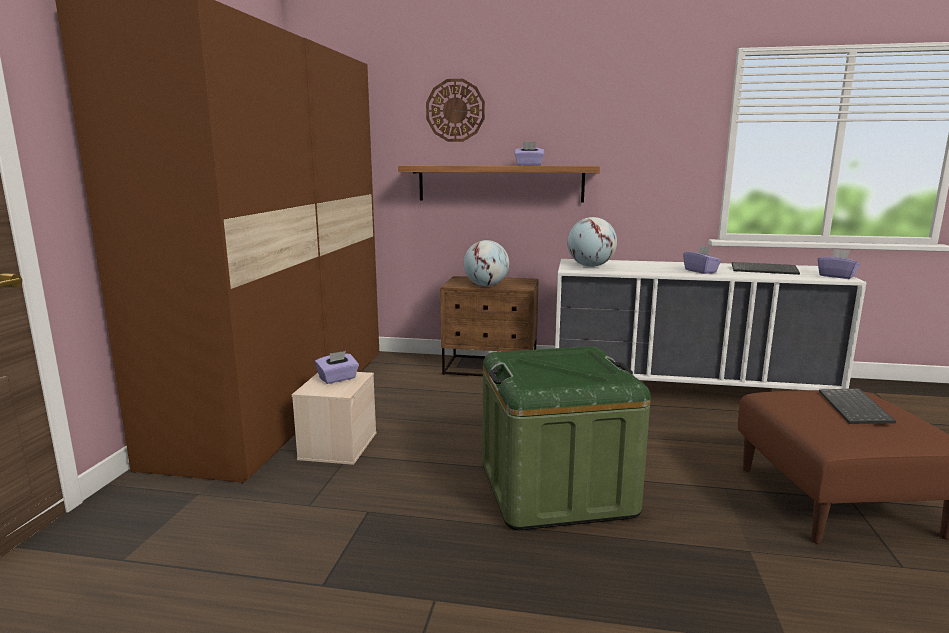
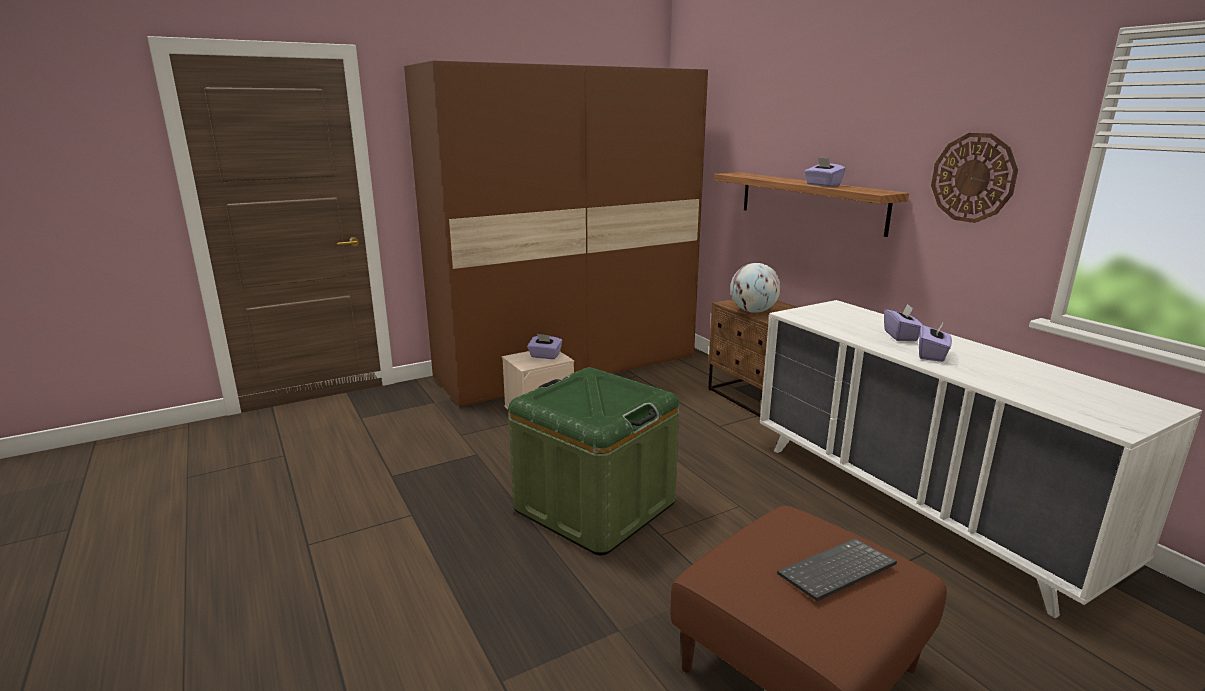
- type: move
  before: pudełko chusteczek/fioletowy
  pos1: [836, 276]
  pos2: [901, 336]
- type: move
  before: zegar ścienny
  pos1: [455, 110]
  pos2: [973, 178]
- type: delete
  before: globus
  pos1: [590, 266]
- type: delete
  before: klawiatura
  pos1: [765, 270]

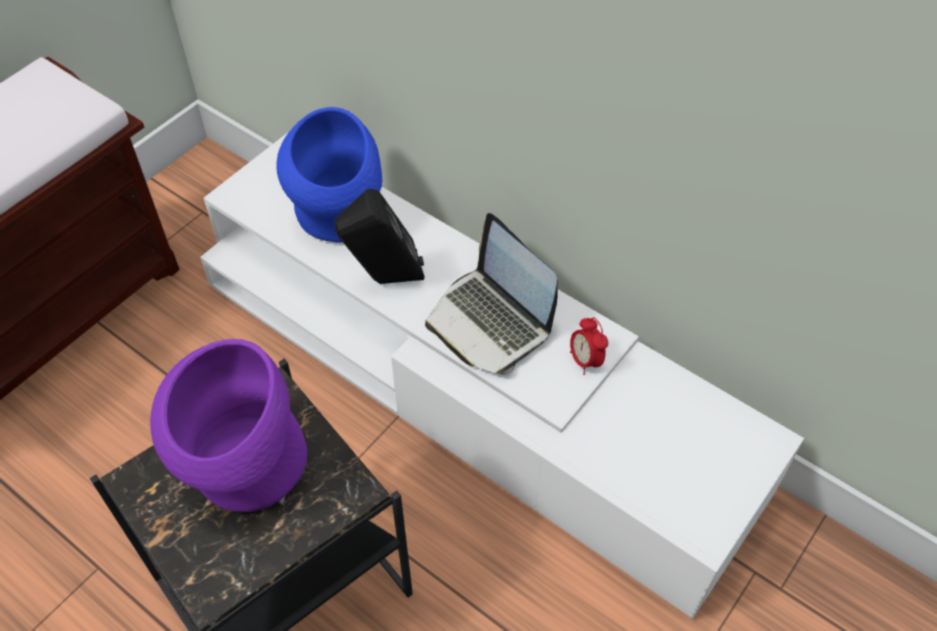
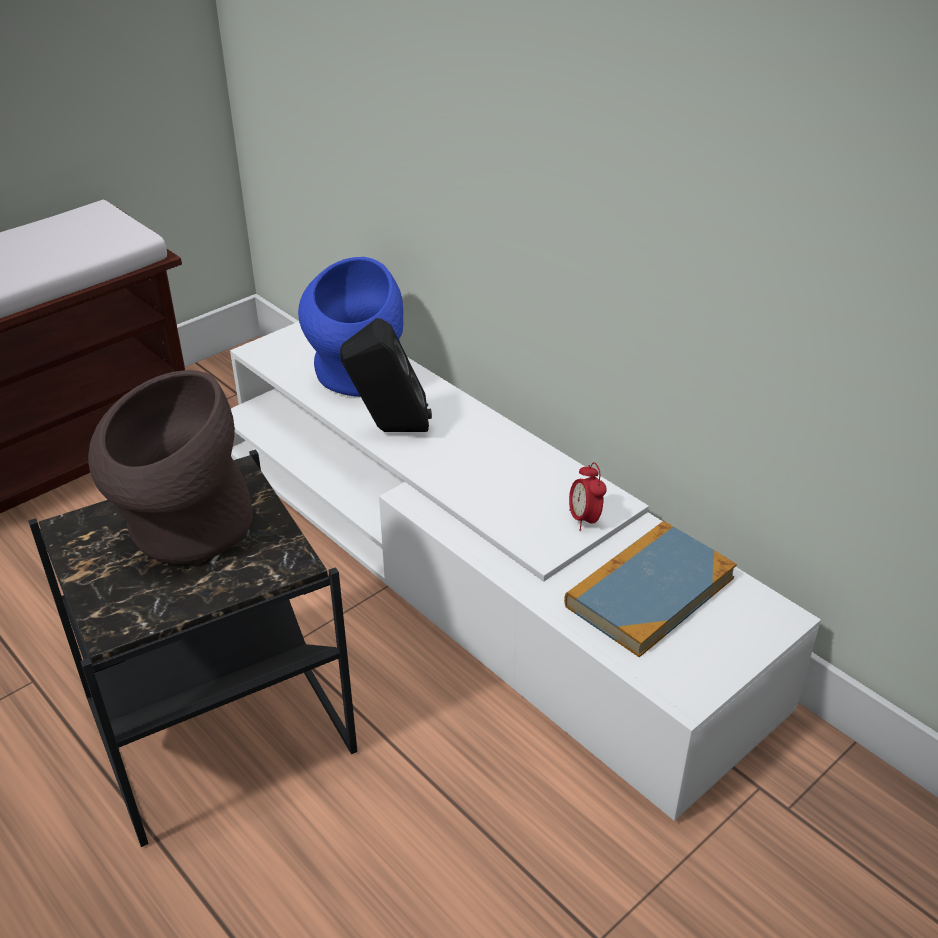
- type: recolor
  before: wazon/fioletowy
  after: wazon/brązowy
  pos1: [242, 470]
  pos2: [181, 531]
- type: insert
  after: książka
  pos2: [649, 591]
- type: delete
  before: laptop
  pos1: [490, 322]

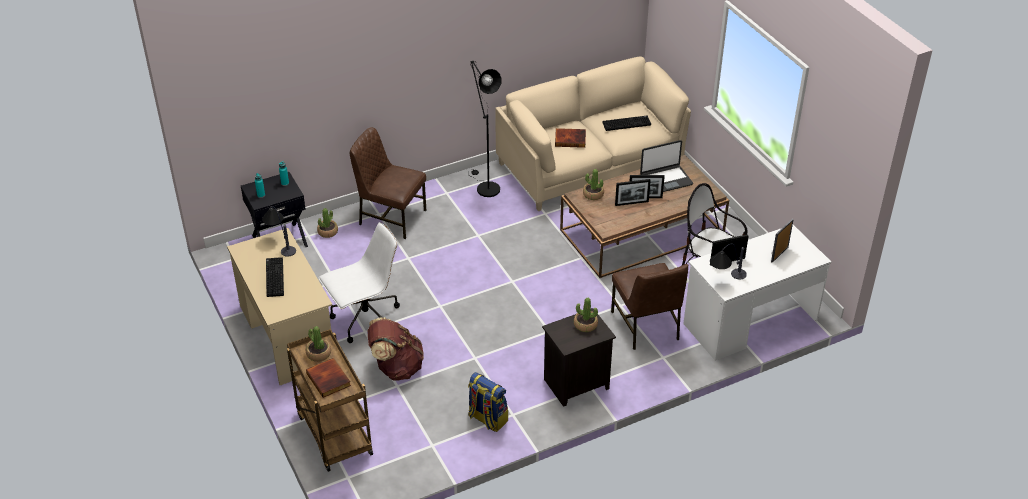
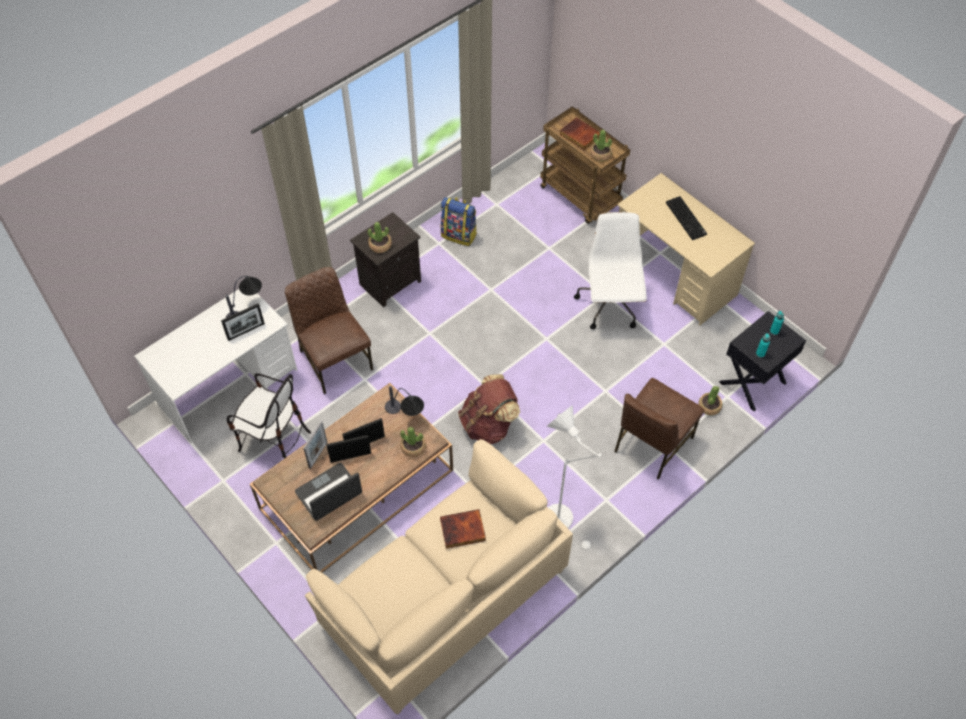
- type: move
  before: ramka na zdjęcie
  pos1: [779, 254]
  pos2: [318, 455]
- type: move
  before: lampa stołowa
  pos1: [280, 243]
  pos2: [406, 415]
- type: move
  before: plecak/brązowy
  pos1: [396, 368]
  pos2: [488, 424]
- type: recolor
  before: lampa stojąca/czarny
  after: lampa stojąca/biały
  pos1: [485, 187]
  pos2: [563, 521]
- type: rotate
  before: krzesło biurowe/biały
  pos1: [365, 320]
  pos2: [610, 306]
  turn: 135
- type: rotate
  before: krzesło/brązowy
  pos1: [391, 217]
  pos2: [651, 444]
  turn: 120
- type: delete
  before: klawiatura
  pos1: [627, 123]

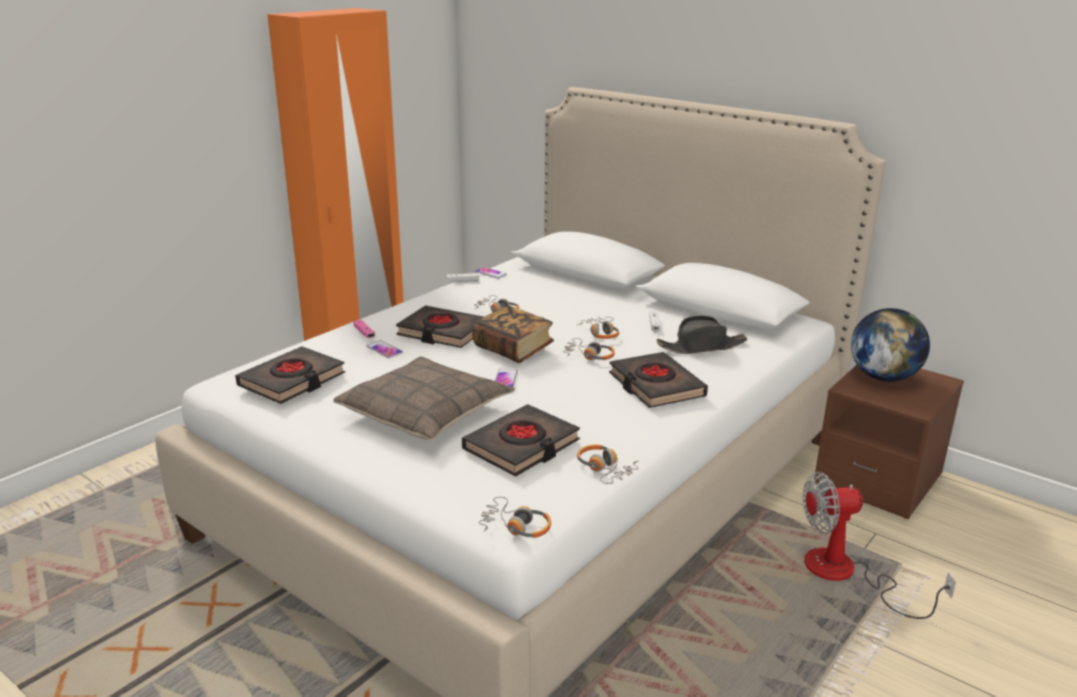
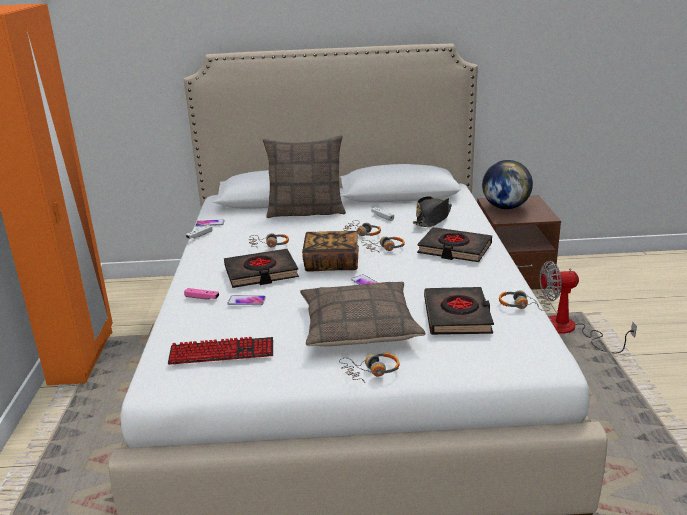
- type: replace
  before: książka/czarny
  after: klawiatura
  pos1: [292, 381]
  pos2: [221, 352]
- type: insert
  after: poduszka
  pos2: [306, 211]
- type: move
  before: słuchawki
  pos1: [515, 526]
  pos2: [371, 371]
- type: rotate
  before: wentylator
  pos1: [846, 575]
  pos2: [569, 330]
  turn: 45

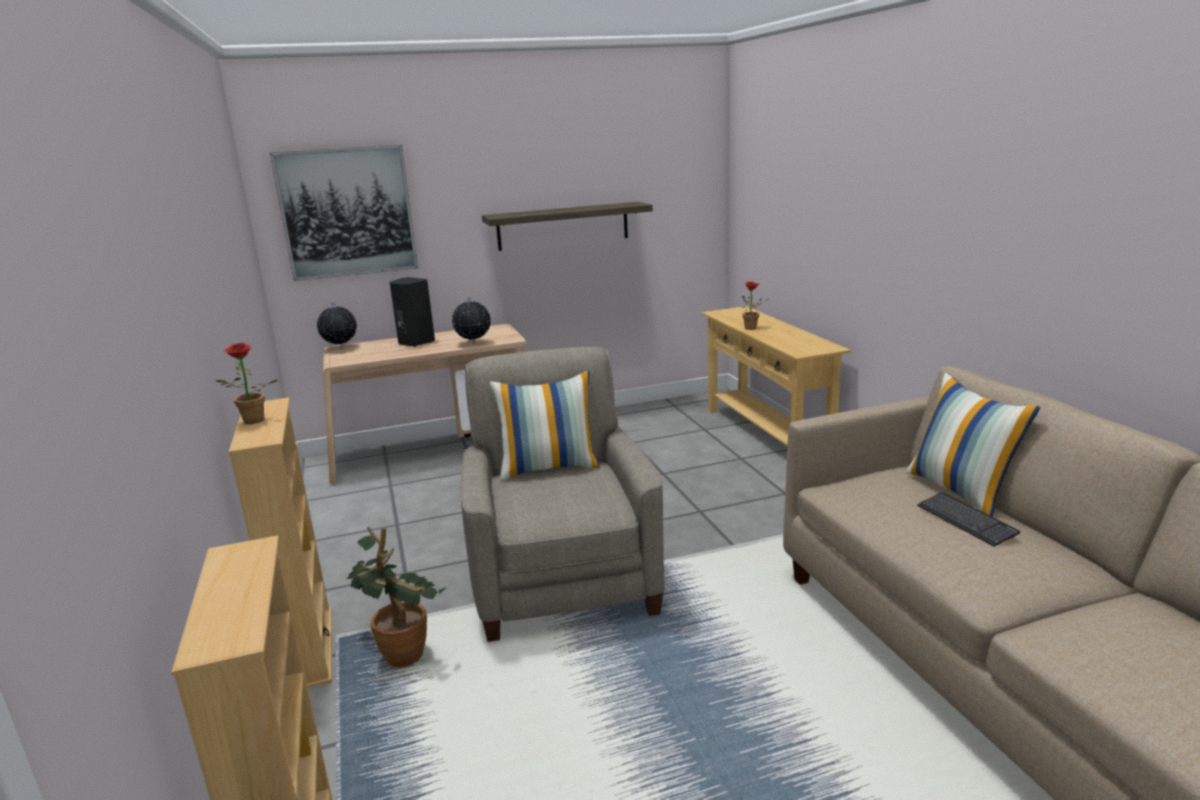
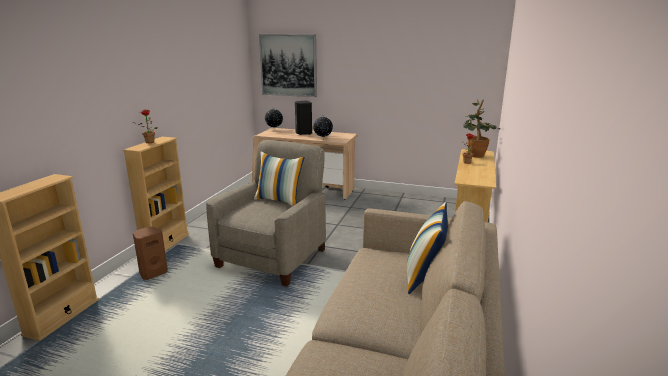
- type: insert
  after: głośnik/brązowy
  pos2: [153, 273]
- type: move
  before: roślina doniczkowa
  pos1: [401, 650]
  pos2: [475, 154]
- type: delete
  before: półka
  pos1: [563, 226]
- type: delete
  before: klawiatura
  pos1: [966, 521]

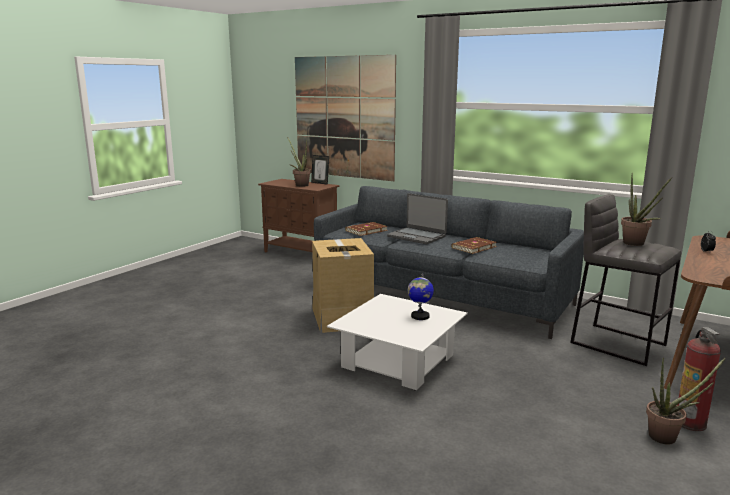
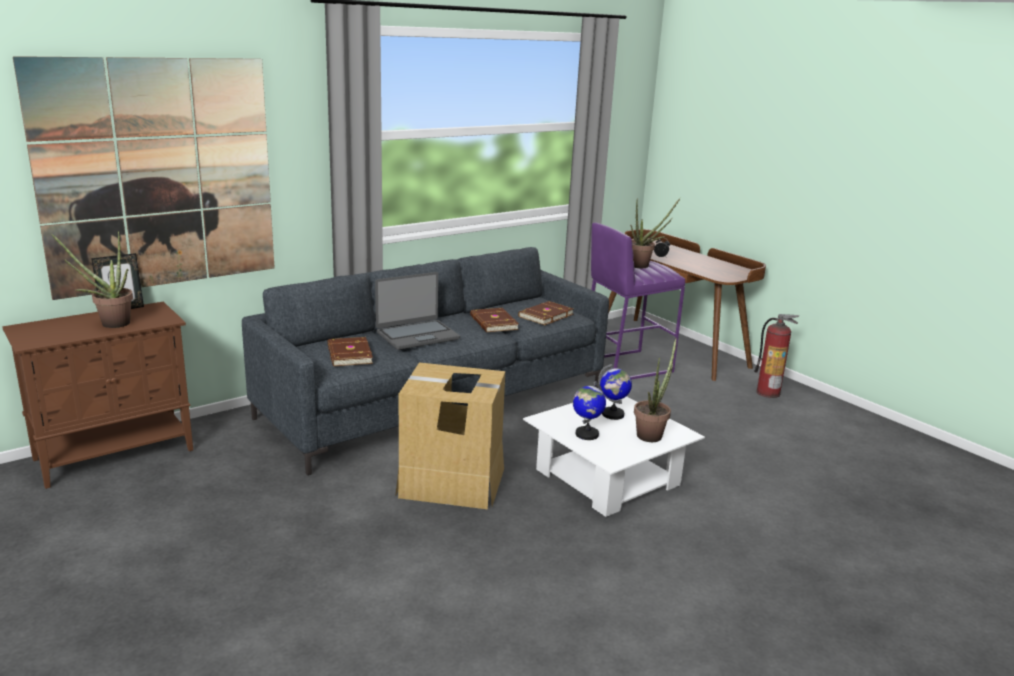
- type: insert
  after: książka/brązowy
  pos2: [545, 315]
- type: insert
  after: globus
  pos2: [586, 434]
- type: recolor
  before: stołek/szary
  after: stołek/fioletowy
  pos1: [617, 343]
  pos2: [625, 365]
- type: move
  before: roślina doniczkowa
  pos1: [668, 438]
  pos2: [651, 434]

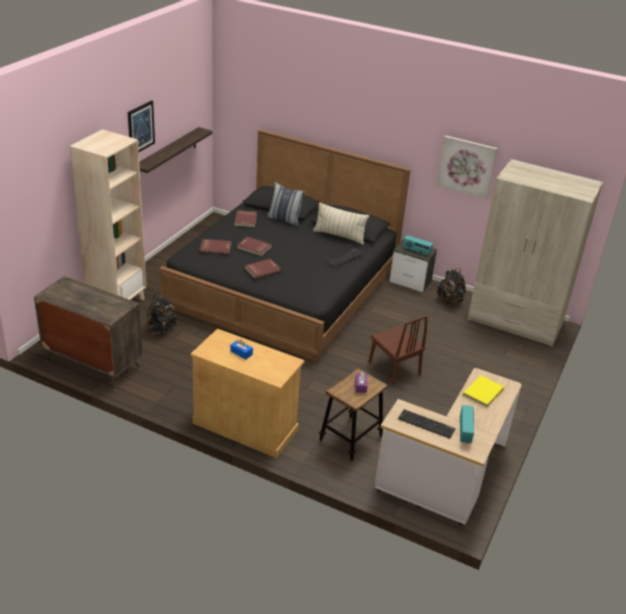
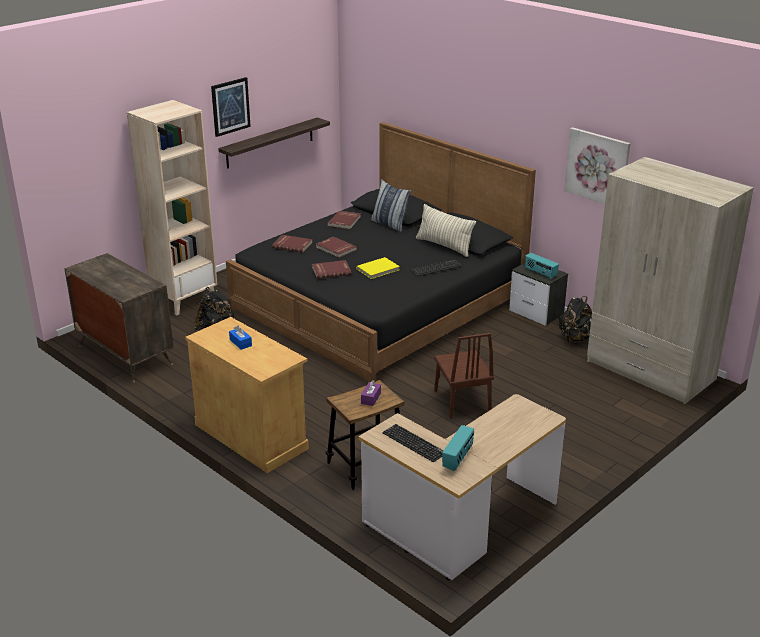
- type: move
  before: książka/żółty
  pos1: [483, 393]
  pos2: [378, 270]

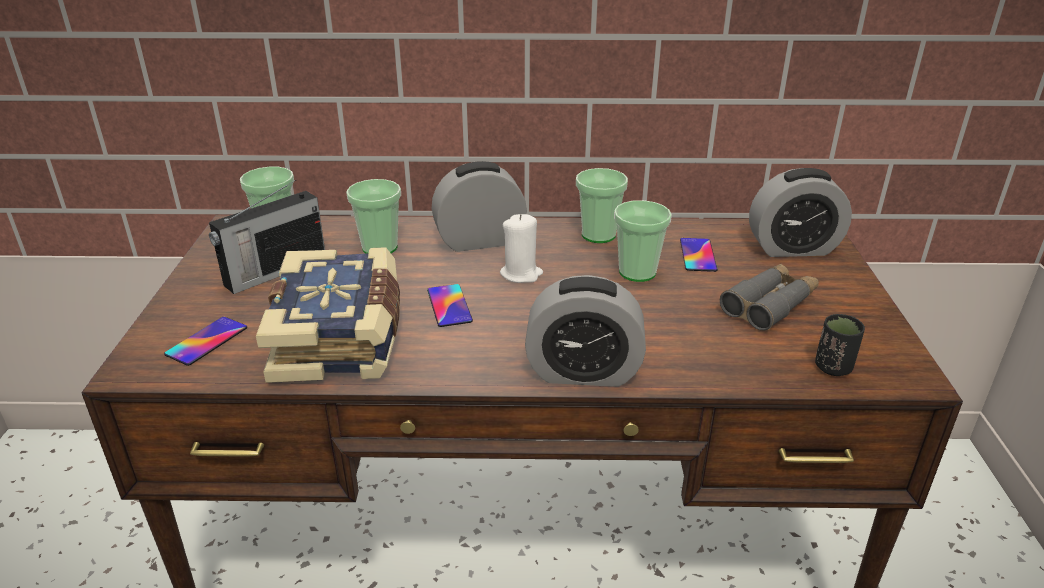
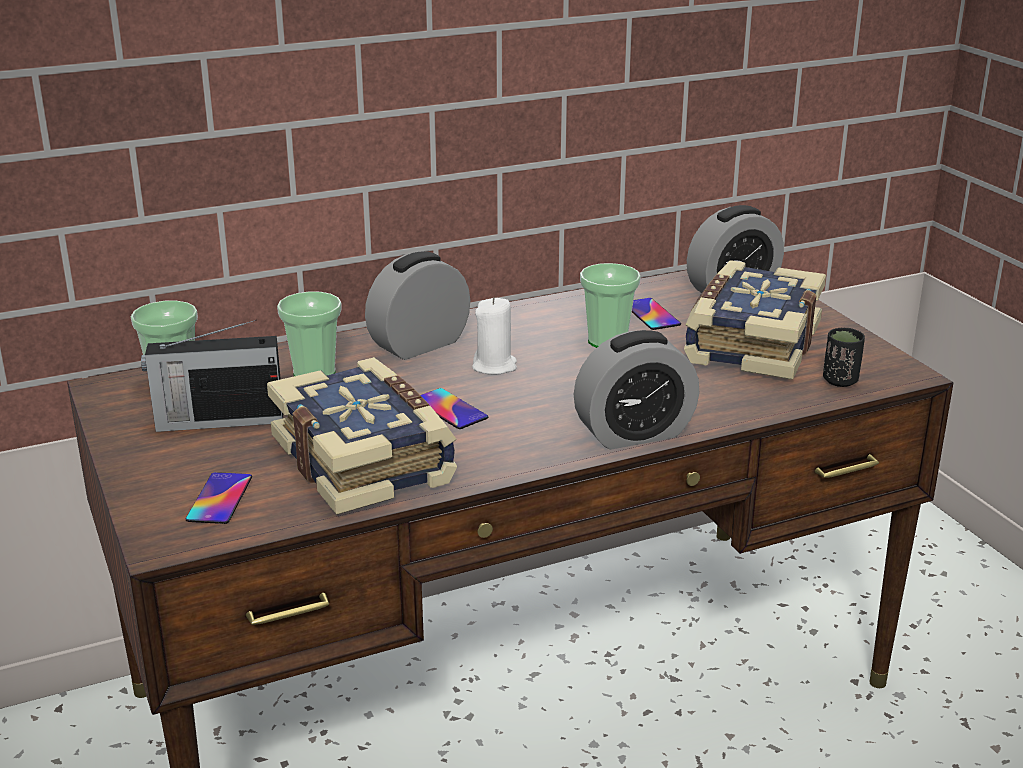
- type: rotate
  before: radio
  pos1: [274, 272]
  pos2: [217, 421]
  turn: 60
- type: replace
  before: lornetka/szary
  after: książka
  pos1: [769, 305]
  pos2: [750, 343]
- type: delete
  before: filiżanka
  pos1: [598, 235]

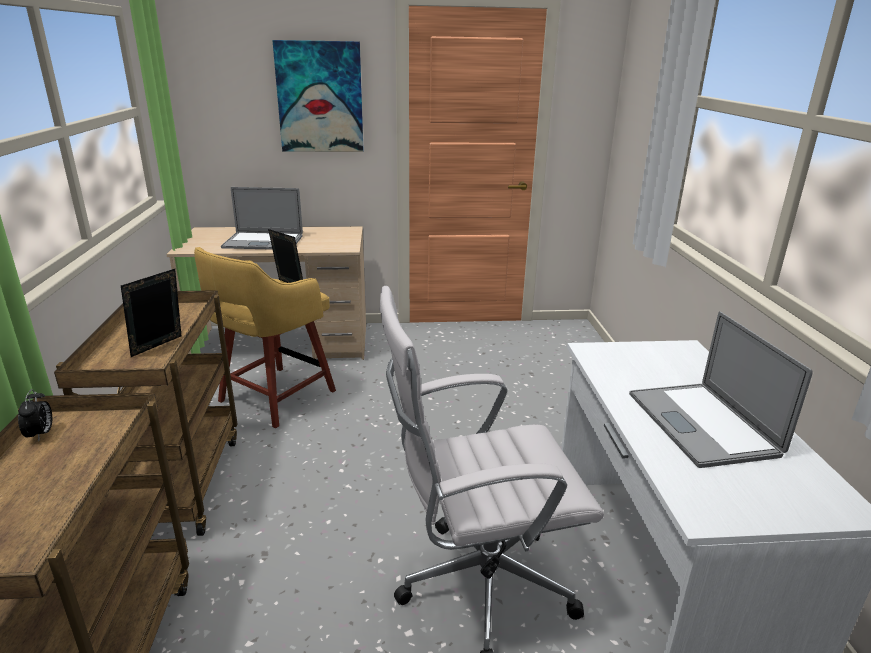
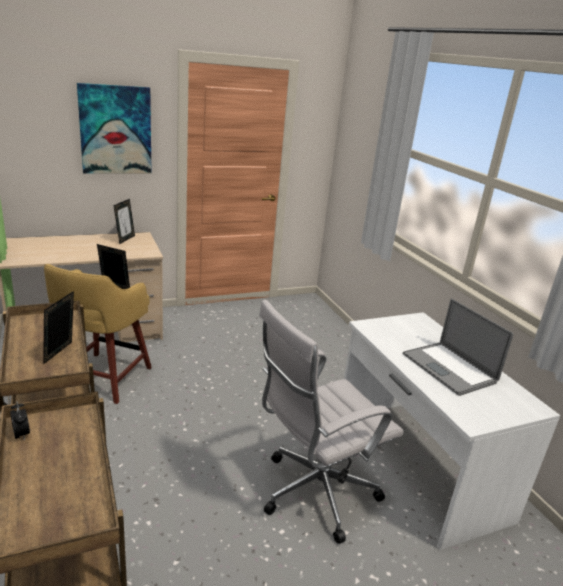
- type: insert
  after: ramka na zdjęcie
  pos2: [125, 239]
- type: delete
  before: laptop
  pos1: [263, 242]

